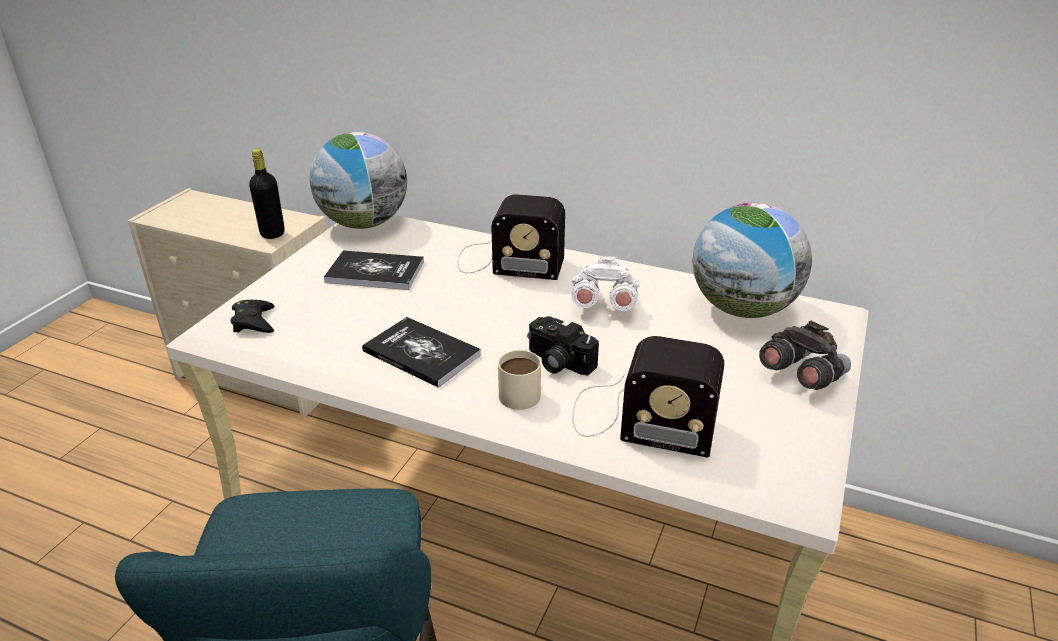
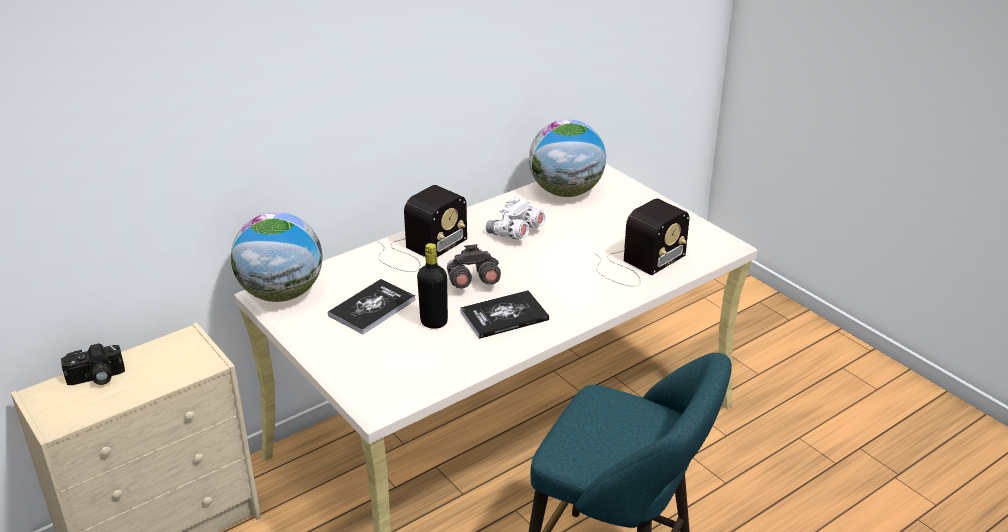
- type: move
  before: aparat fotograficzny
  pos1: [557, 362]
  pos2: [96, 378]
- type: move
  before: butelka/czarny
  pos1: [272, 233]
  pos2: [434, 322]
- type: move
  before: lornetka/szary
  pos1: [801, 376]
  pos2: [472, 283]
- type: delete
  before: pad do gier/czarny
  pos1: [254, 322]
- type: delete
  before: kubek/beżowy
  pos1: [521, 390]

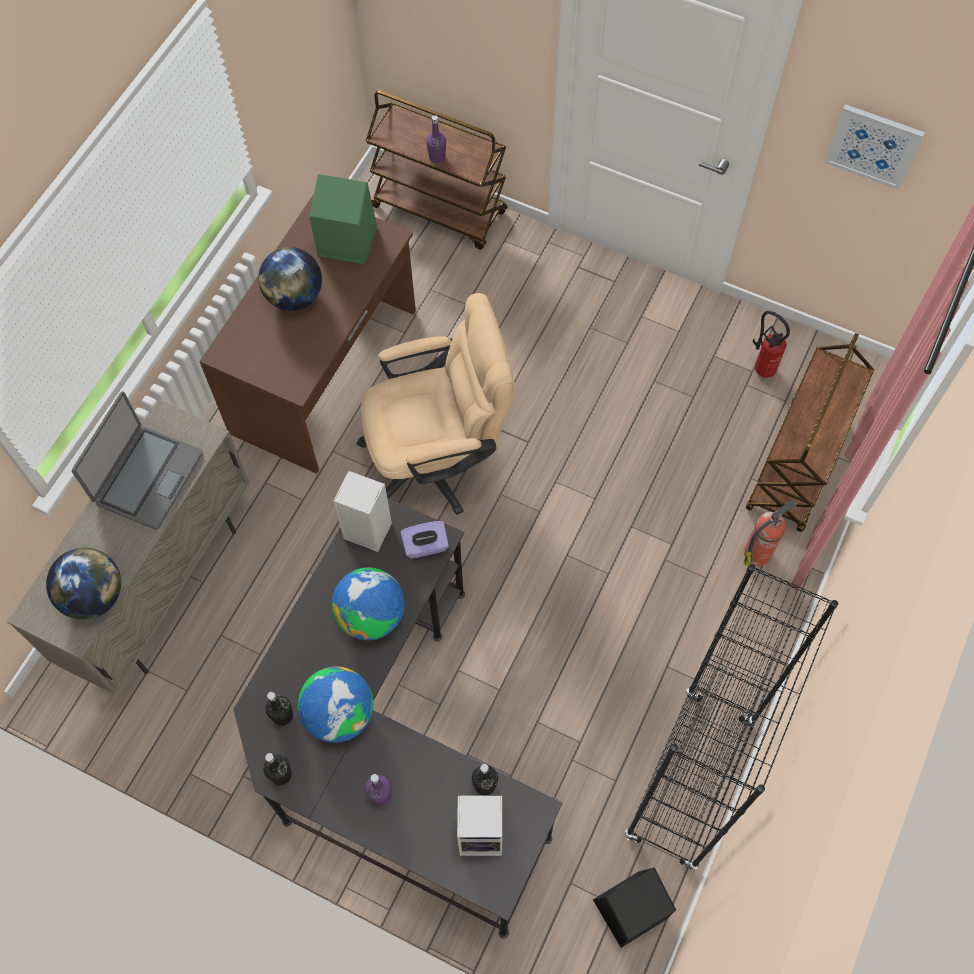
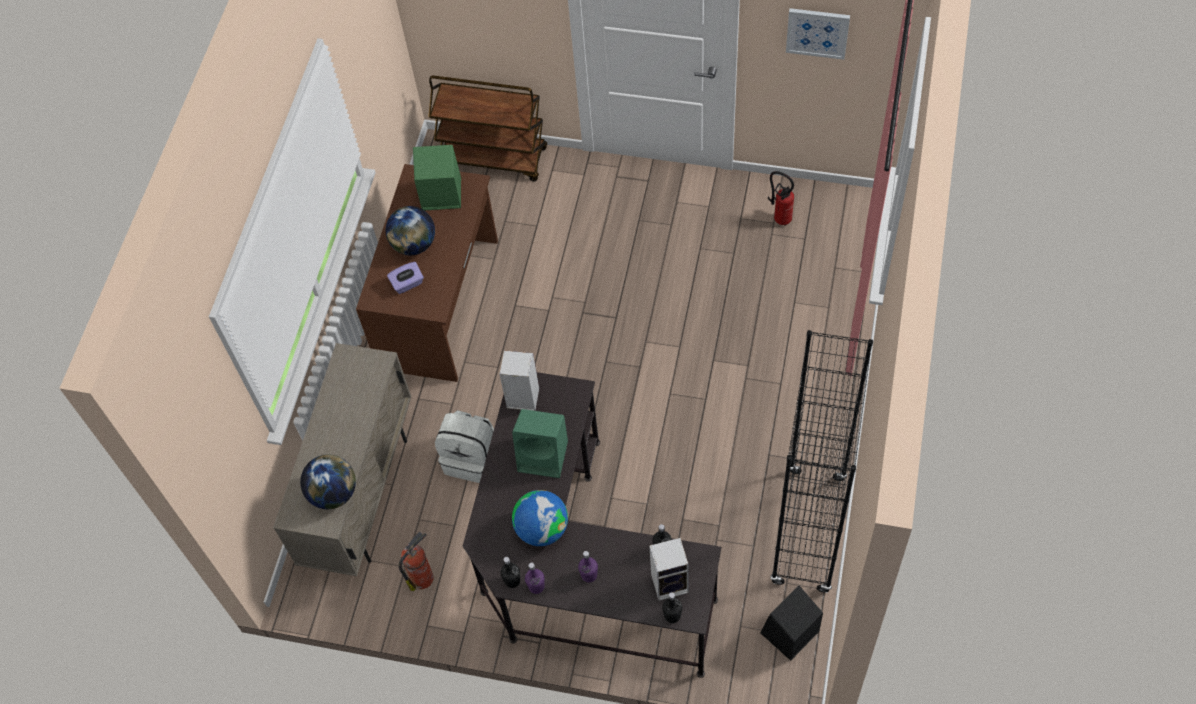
- type: move
  before: pudełko chusteczek/fioletowy
  pos1: [425, 546]
  pos2: [407, 284]
- type: move
  before: gaśnica
  pos1: [758, 552]
  pos2: [423, 577]
- type: insert
  after: plecak/biały
  pos2: [472, 459]
- type: replace
  before: globus
  after: głośnik/zielony
  pos1: [371, 615]
  pos2: [544, 456]
- type: move
  before: butelka/fioletowy
  pos1: [437, 157]
  pos2: [536, 586]
- type: move
  before: butelka/czarny
  pos1: [282, 716]
  pos2: [672, 615]
- type: delete
  before: laptop
  pos1: [148, 477]
- type: delete
  before: krzesło biurowe/beżowy
  pos1: [438, 460]
- type: delete
  before: wózek/brązowy
  pos1: [797, 467]

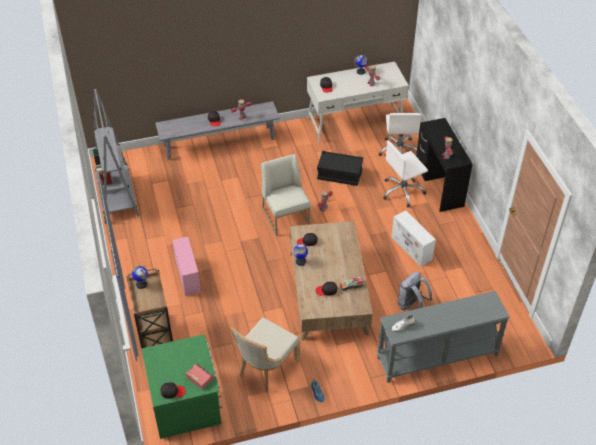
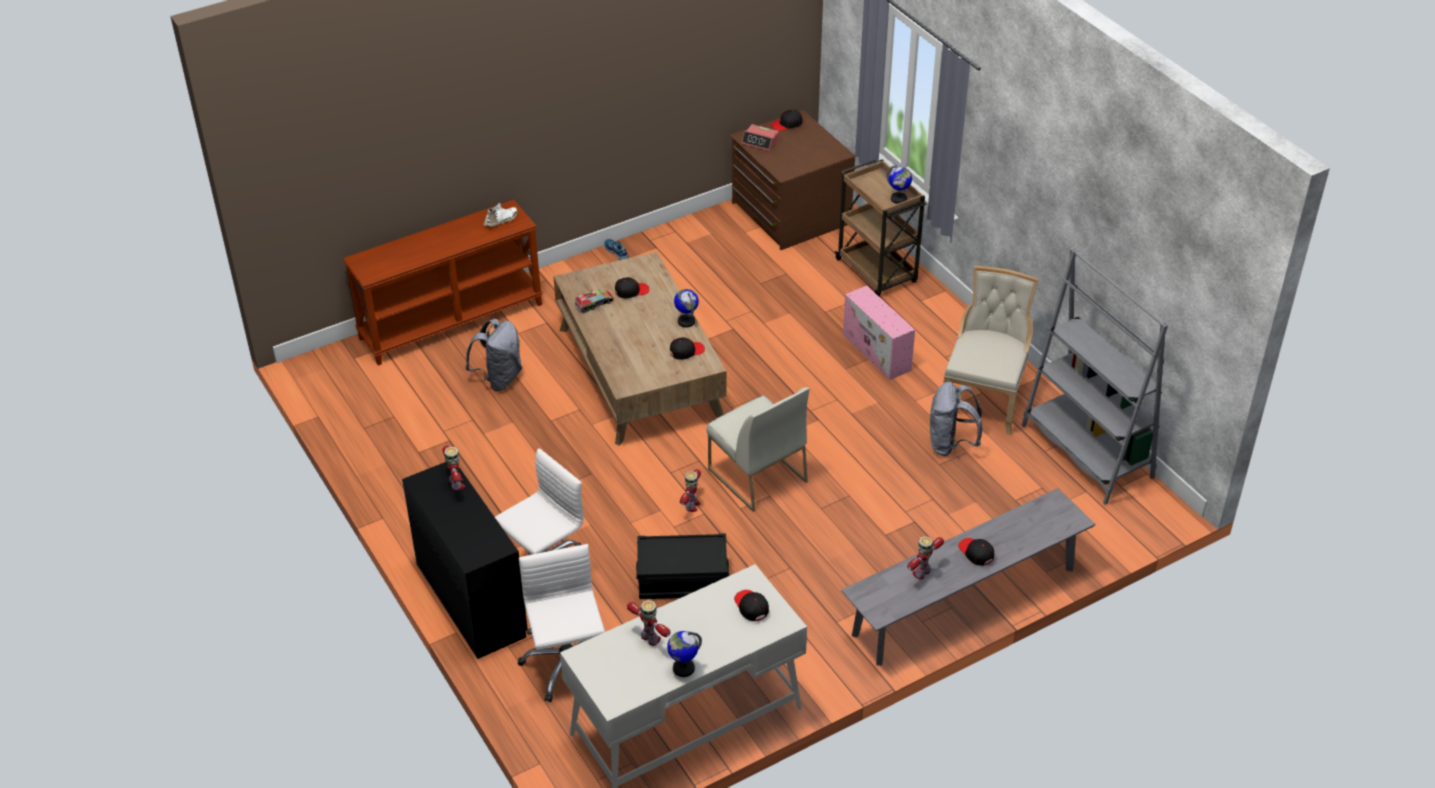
- type: recolor
  before: stolik konsolowy/szary
  after: stolik konsolowy/brązowy
  pos1: [437, 357]
  pos2: [451, 320]
- type: recolor
  before: komoda/zielony
  after: komoda/brązowy
  pos1: [185, 402]
  pos2: [789, 213]
- type: insert
  after: plecak/szary
  pos2: [951, 444]
- type: move
  before: krzesło/beżowy
  pos1: [265, 368]
  pos2: [984, 399]
- type: delete
  before: pojemnik do przechowywania/biały
  pos1: [412, 249]

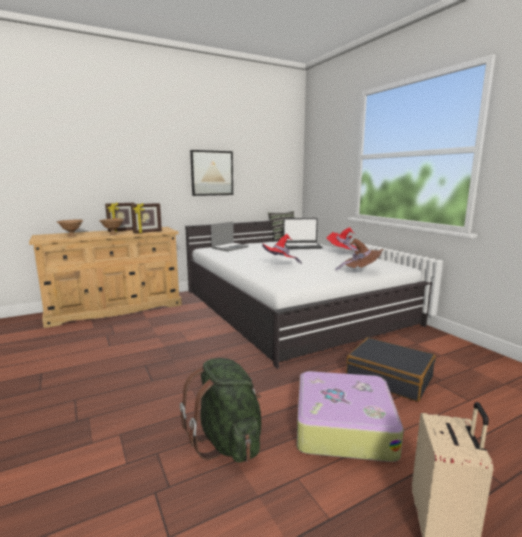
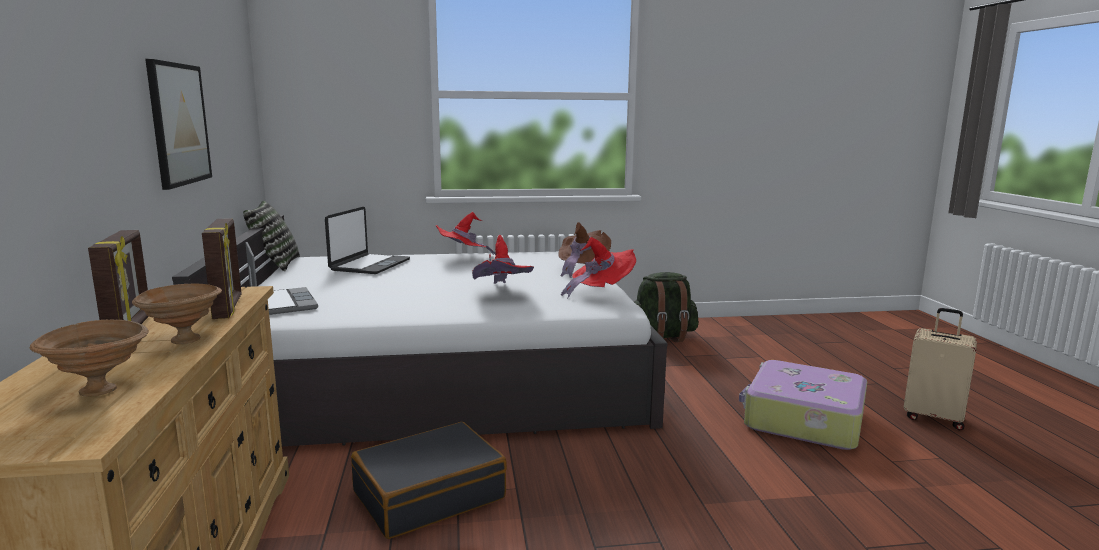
- type: move
  before: walizka/czarny
  pos1: [389, 378]
  pos2: [429, 495]
- type: insert
  after: kapelusz/czerwony
  pos2: [600, 291]
- type: move
  before: plecak/zielony
  pos1: [227, 441]
  pos2: [662, 337]

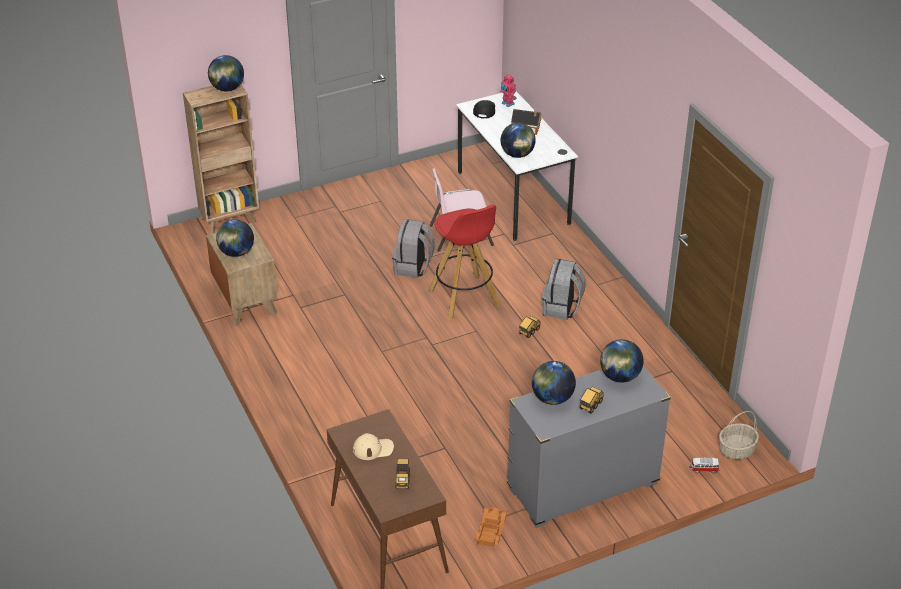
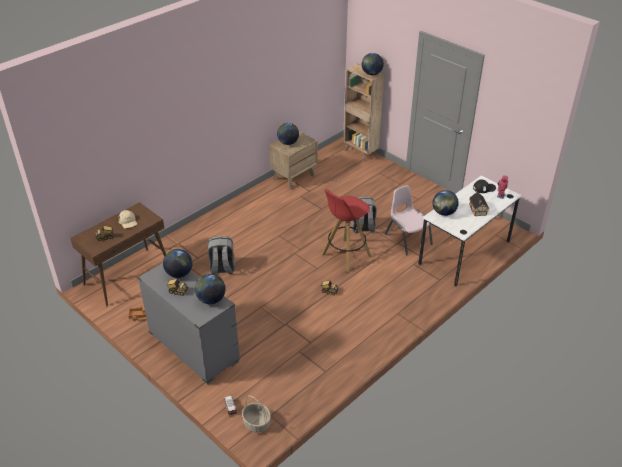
- type: move
  before: plecak/szary
  pos1: [562, 308]
  pos2: [222, 268]

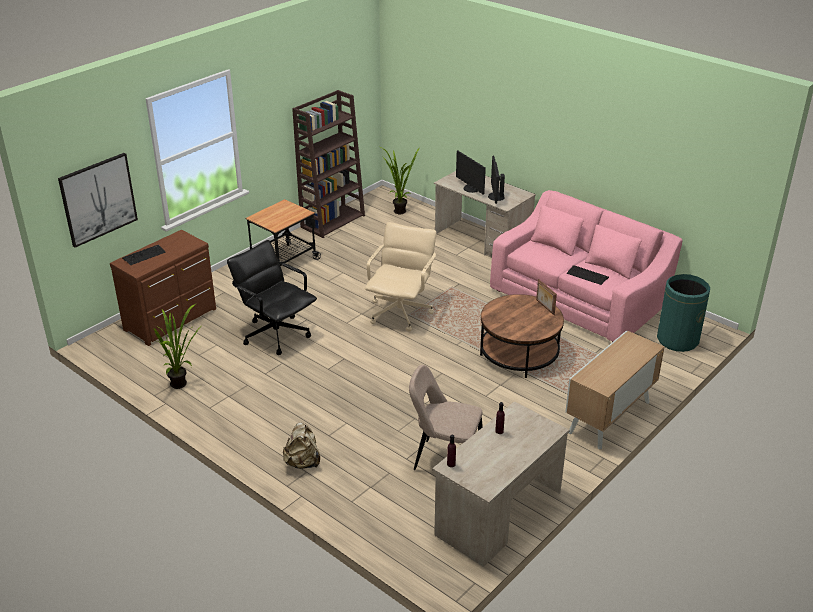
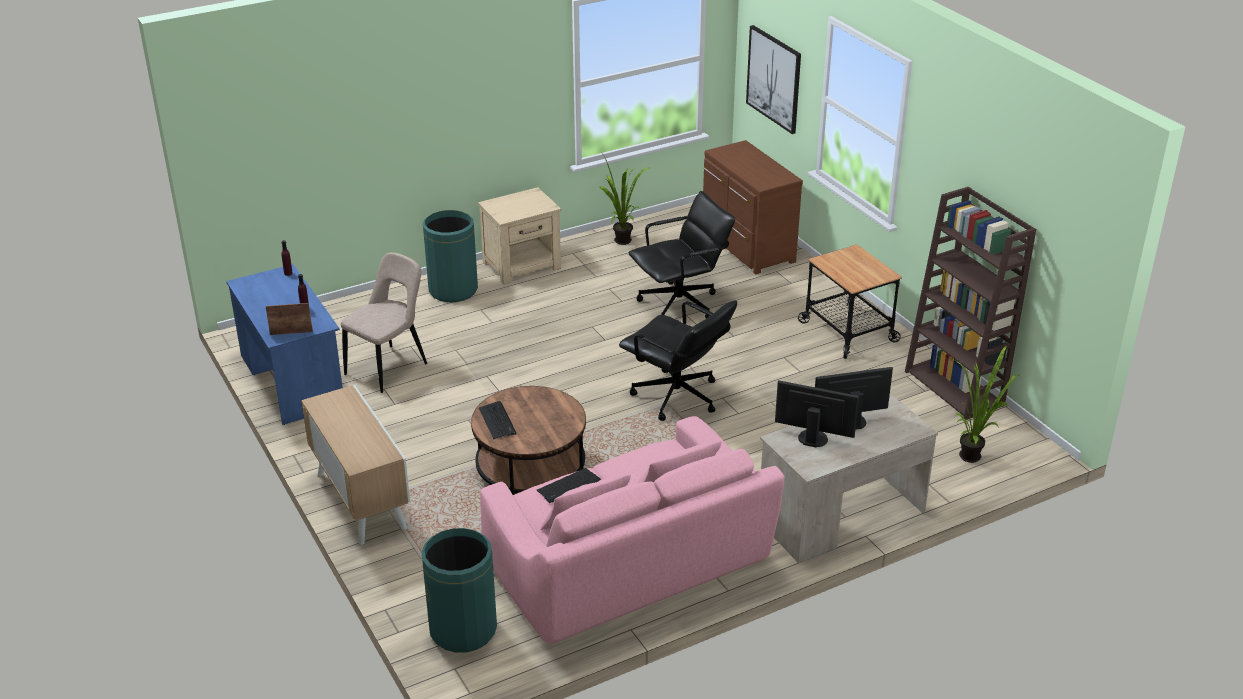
- type: recolor
  before: biurko/beżowy
  after: biurko/niebieski
  pos1: [498, 514]
  pos2: [292, 380]
- type: move
  before: ramka na zdjęcie
  pos1: [544, 307]
  pos2: [291, 332]
- type: replace
  before: plecak/beżowy
  after: kosz na śmieci/zielony
  pos1: [302, 462]
  pos2: [453, 290]
- type: insert
  after: szafka nocna/beżowy
  pos2: [523, 265]
- type: move
  before: klawiatura
  pos1: [144, 255]
  pos2: [497, 421]
- type: recolor
  before: krzesło biurowe/beżowy
  after: krzesło biurowe/czarny
  pos1: [400, 313]
  pos2: [677, 397]

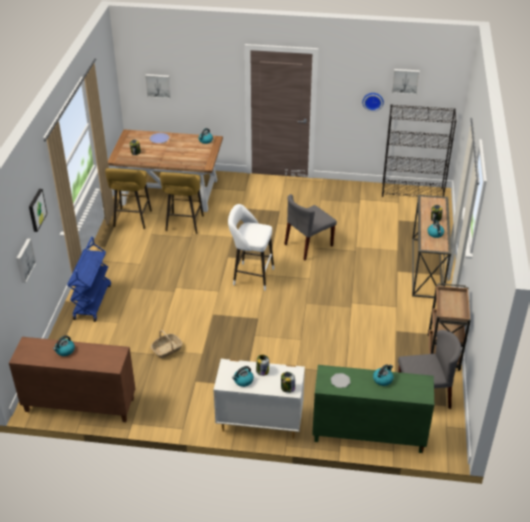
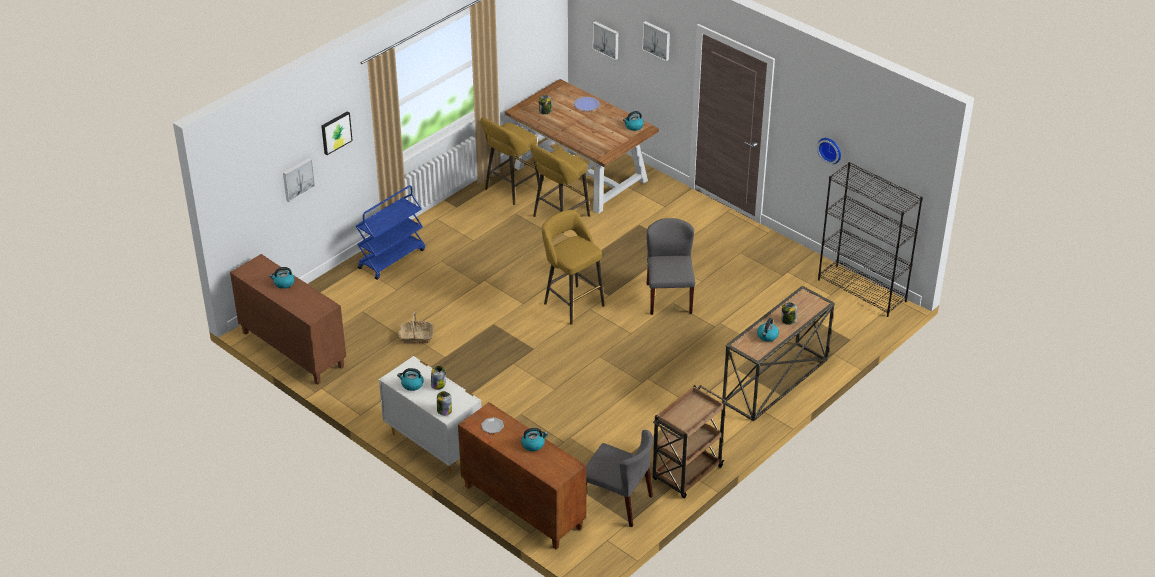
- type: recolor
  before: szafka/zielony
  after: szafka/brązowy
  pos1: [368, 435]
  pos2: [521, 507]
- type: recolor
  before: stołek/biały
  after: stołek/żółty
  pos1: [251, 276]
  pos2: [571, 303]
- type: move
  before: obraz
  pos1: [405, 81]
  pos2: [657, 40]
- type: rotate
  before: krzesło/szary
  pos1: [308, 245]
  pos2: [668, 298]
  turn: 90

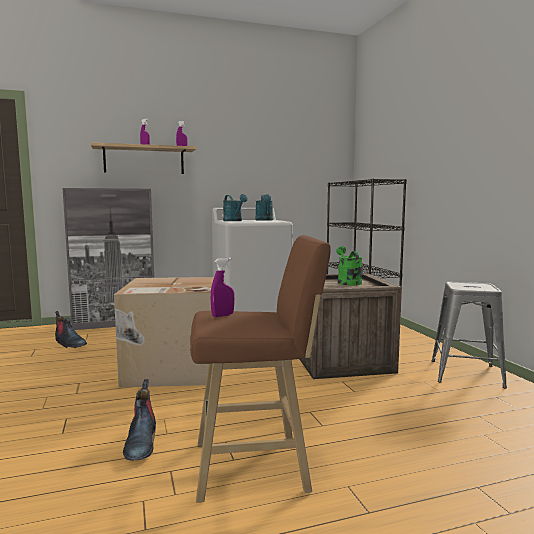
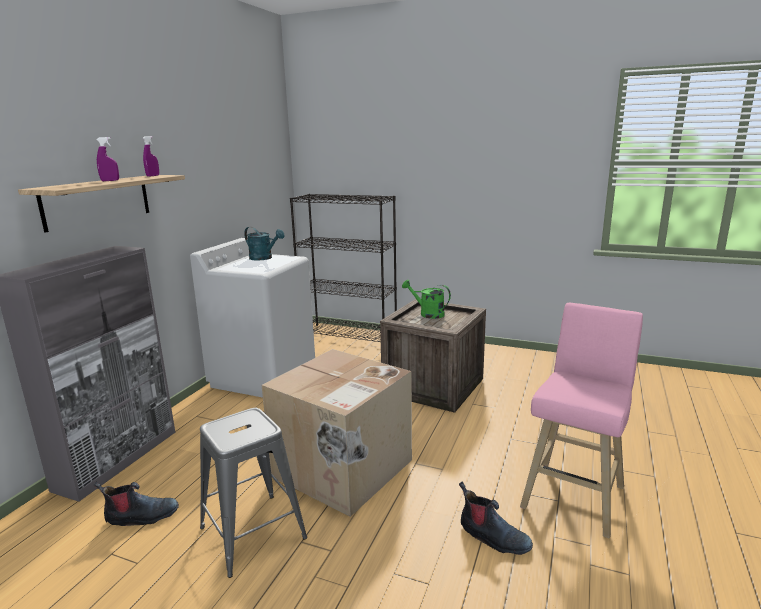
- type: move
  before: stołek/szary
  pos1: [466, 374]
  pos2: [252, 533]
- type: recolor
  before: stołek/brązowy
  after: stołek/różowy
  pos1: [257, 466]
  pos2: [575, 494]
- type: delete
  before: spryskiwacz/fioletowy
  pos1: [223, 315]
- type: delete
  before: konewka/turkusowy
  pos1: [234, 221]

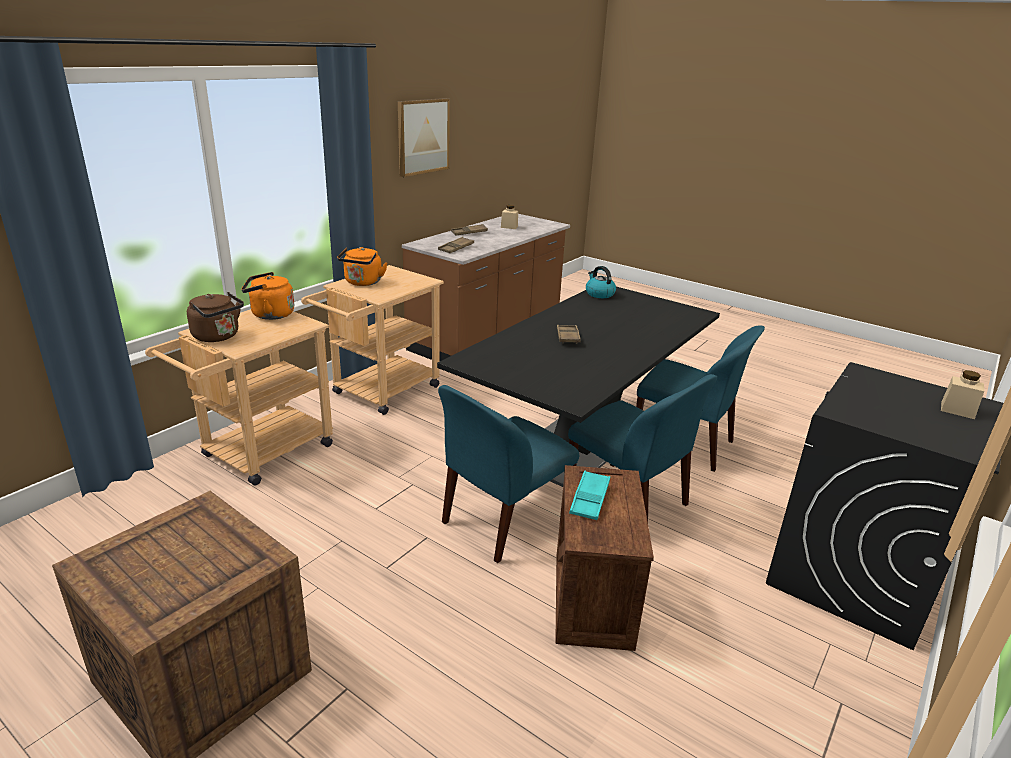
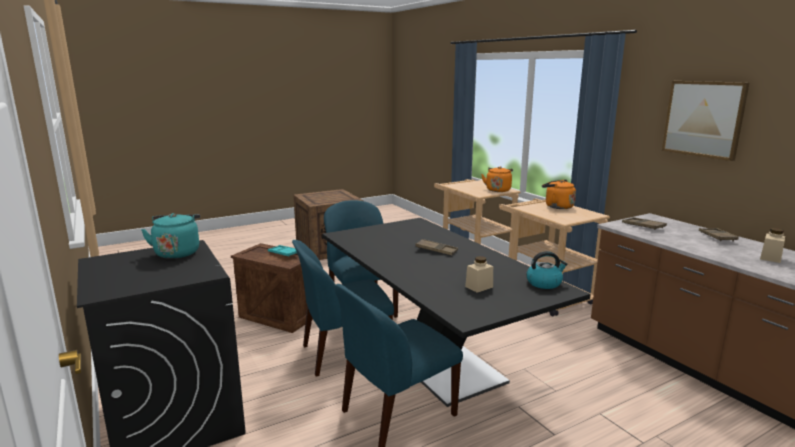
- type: insert
  after: czajnik/turkusowy
  pos2: [177, 252]
- type: move
  before: słoik/beżowy
  pos1: [957, 410]
  pos2: [479, 287]
- type: delete
  before: czajnik/brązowy
  pos1: [218, 337]

